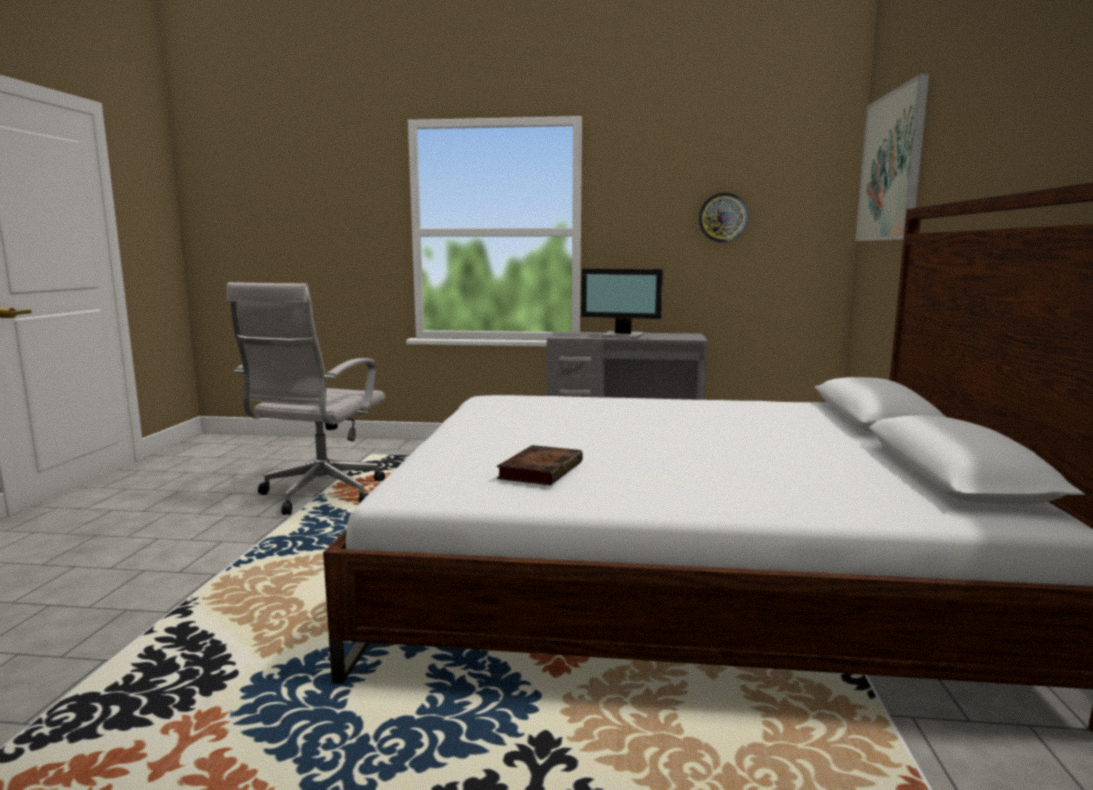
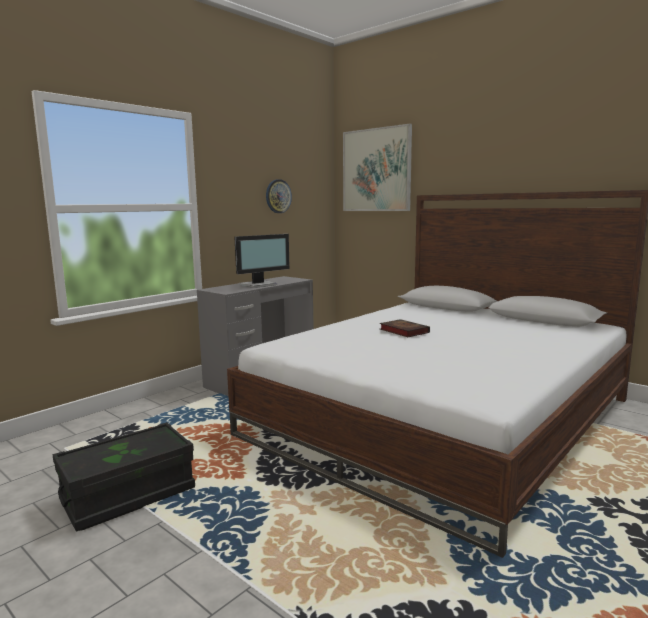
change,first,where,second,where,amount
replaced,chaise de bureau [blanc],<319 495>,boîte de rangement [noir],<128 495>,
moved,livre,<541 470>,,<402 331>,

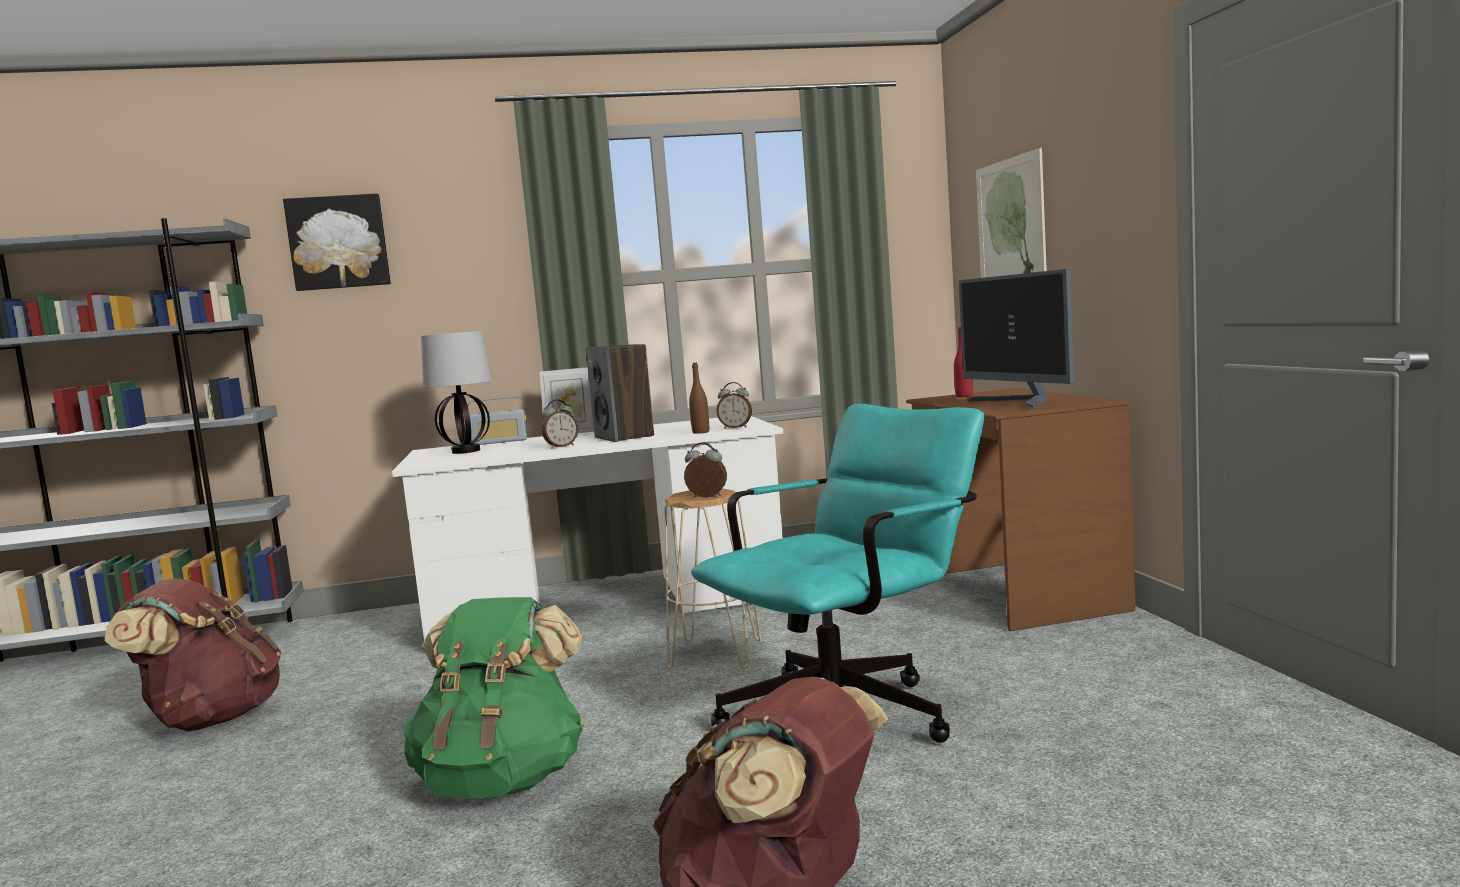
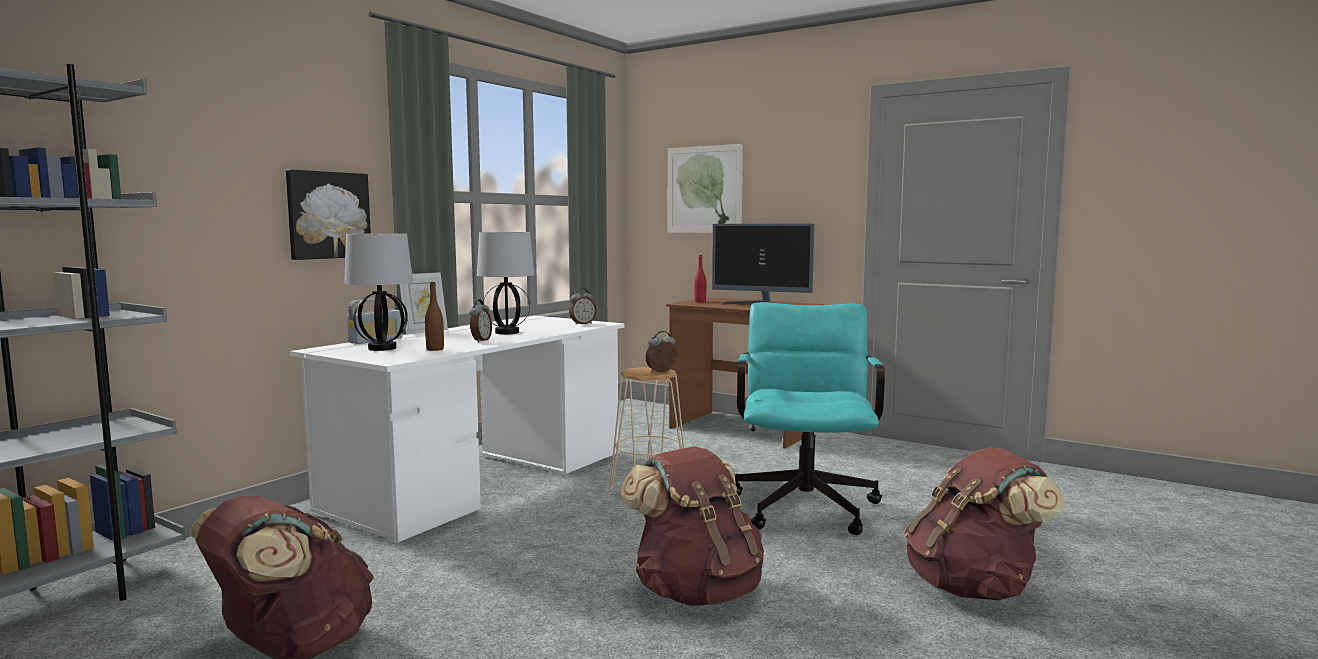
change,first,where,second,where,amount
moved,tableau,<338 242>,,<328 215>,
recoloured,sac à dos [vert],<503 779>,sac à dos [marron],<696 591>,
replaced,enceinte,<624 437>,lampe de table,<508 332>,
moved,bouteille [marron],<701 432>,,<435 349>,

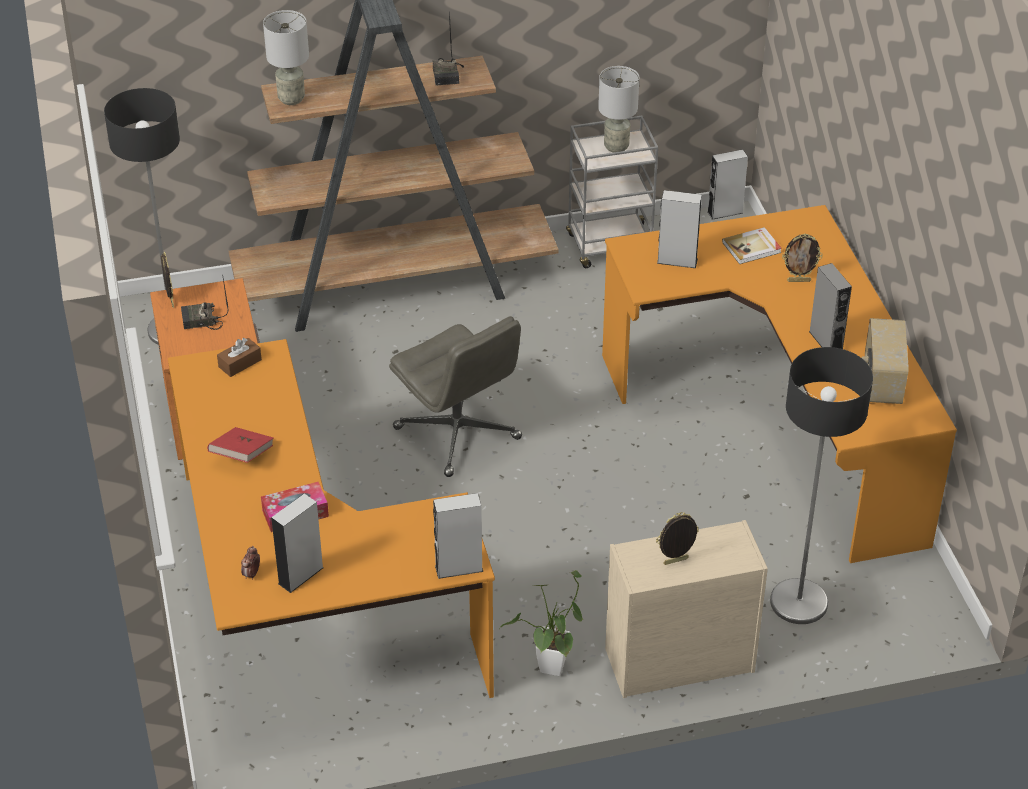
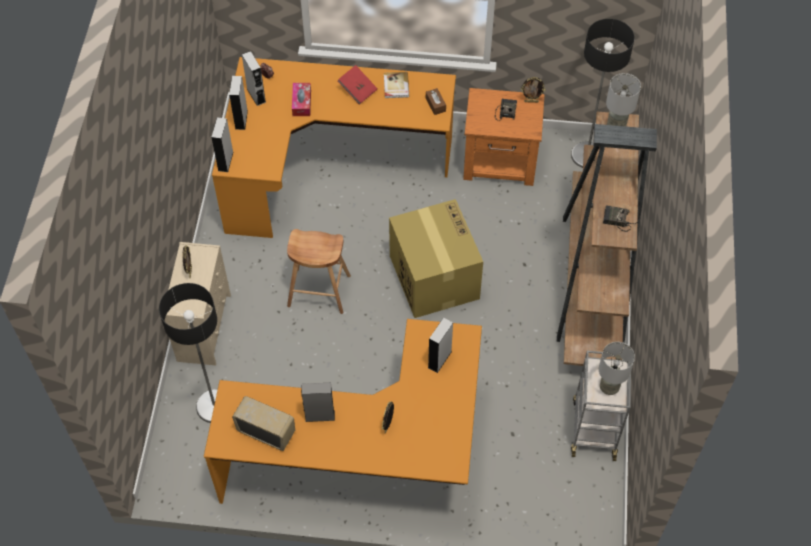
change,first,where,second,where,amount
replaced,chaise de bureau [gris],<458 434>,carton,<433 276>,
removed,plante en pot,<550 672>,,,
moved,enceinte [gris],<725 212>,,<241 119>,
moved,livre,<752 248>,,<395 86>,
added,,,tabouret [marron],<319 291>,

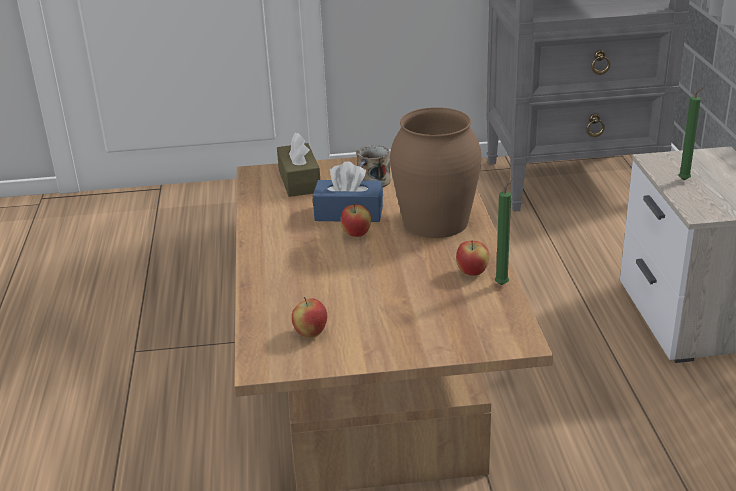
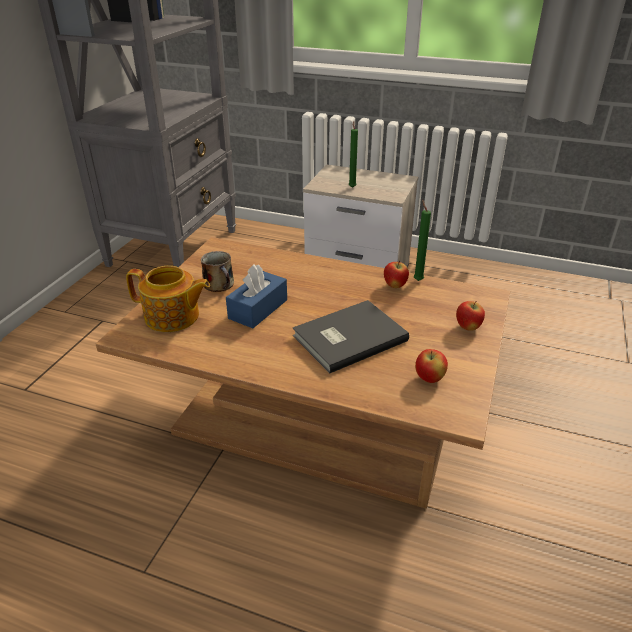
change,first,where,second,where,amount
replaced,boîte à mouchoirs [marron],<299 181>,théière,<173 317>,
moved,pomme,<356 234>,,<467 327>,
removed,vase [marron],<436 221>,,,
added,,,livre [gris],<347 337>,

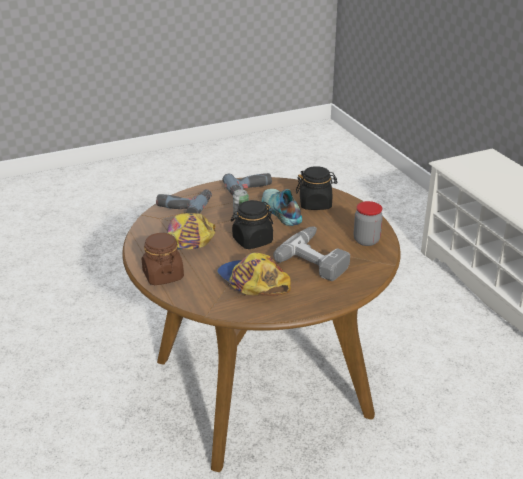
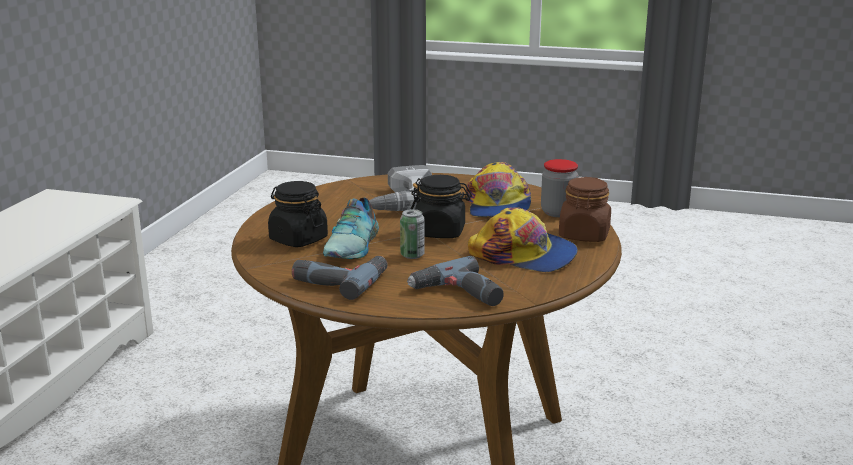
change,first,where,second,where,amount
moved,bocal,<366 240>,,<558 212>,

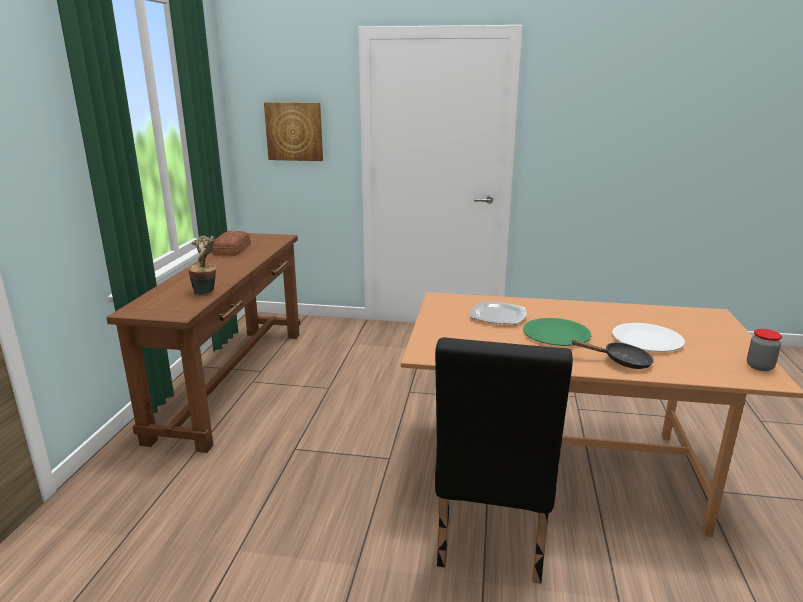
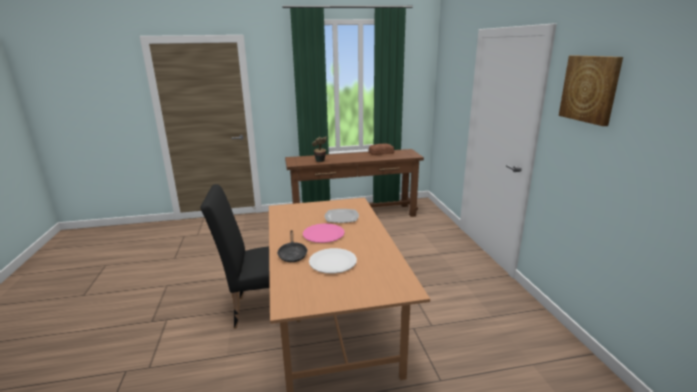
change,first,where,second,where,amount
moved,tableau,<294 131>,,<590 89>,
recoloured,assiette [vert],<556 334>,assiette [rose],<323 234>,
removed,bocal,<759 366>,,,

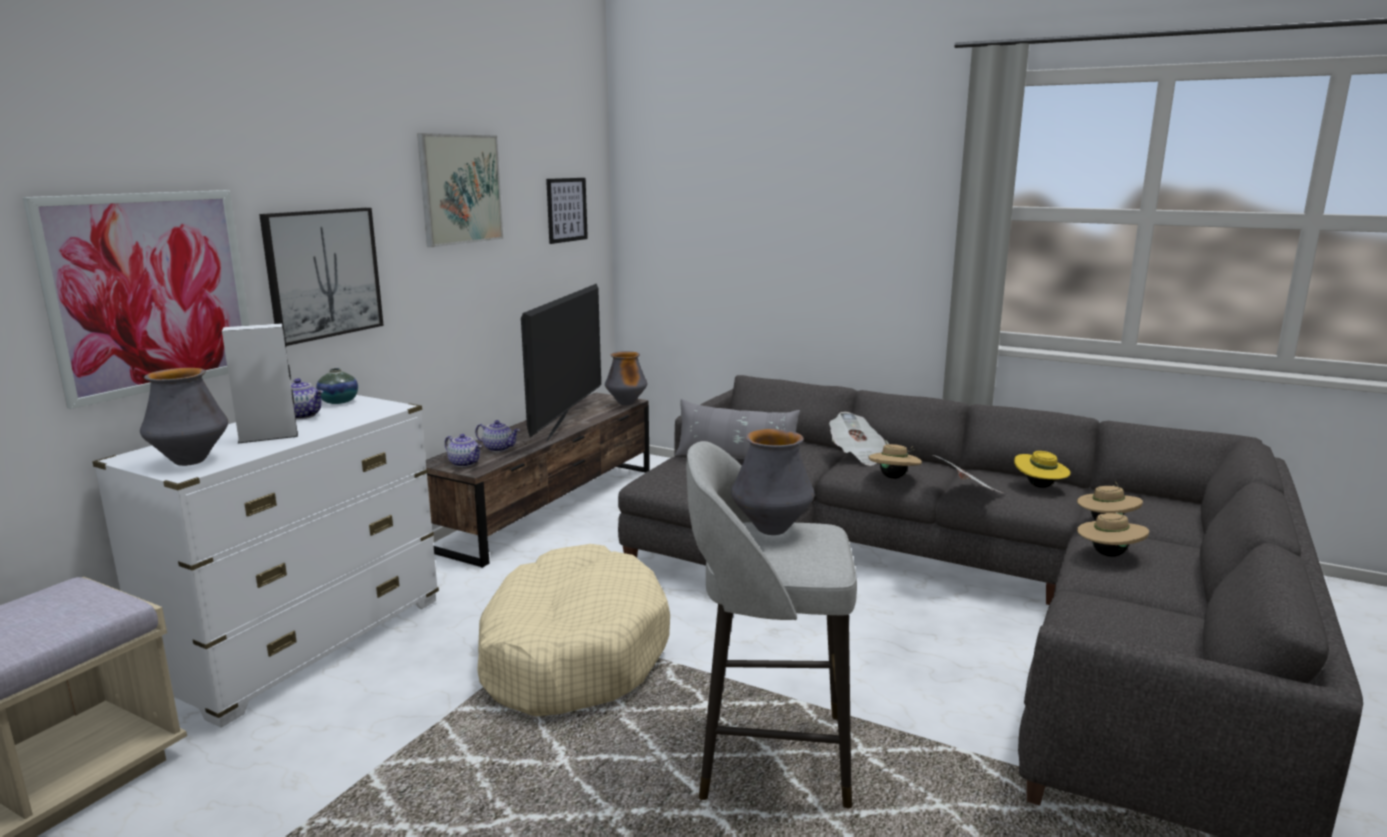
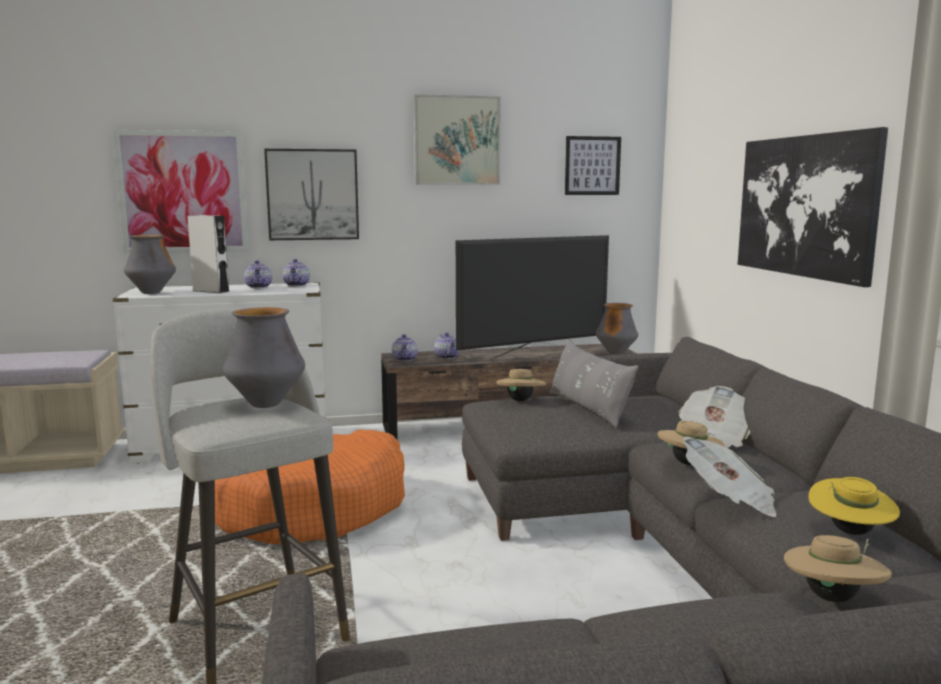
change,first,where,second,where,amount
replaced,vase,<339 402>,théière,<297 285>,
recoloured,panier pour chien [beige],<572 652>,panier pour chien [orange],<317 509>,
moved,chapeau [beige],<1108 554>,,<520 400>,
added,,,tableau,<805 206>,

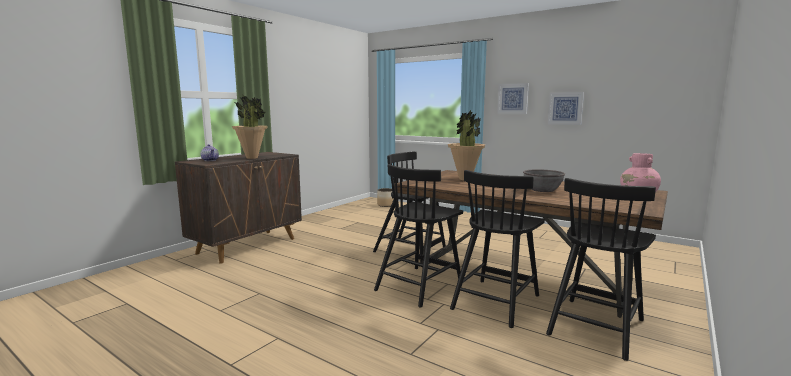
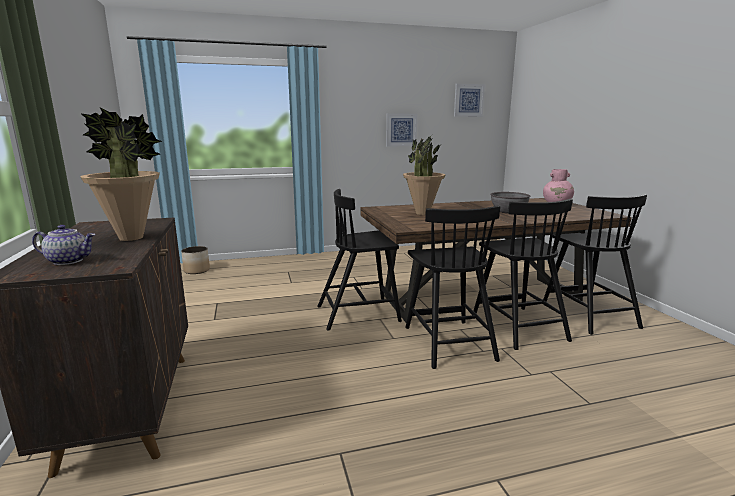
change,first,where,second,where,amount
moved,tableau,<513 98>,,<468 100>,

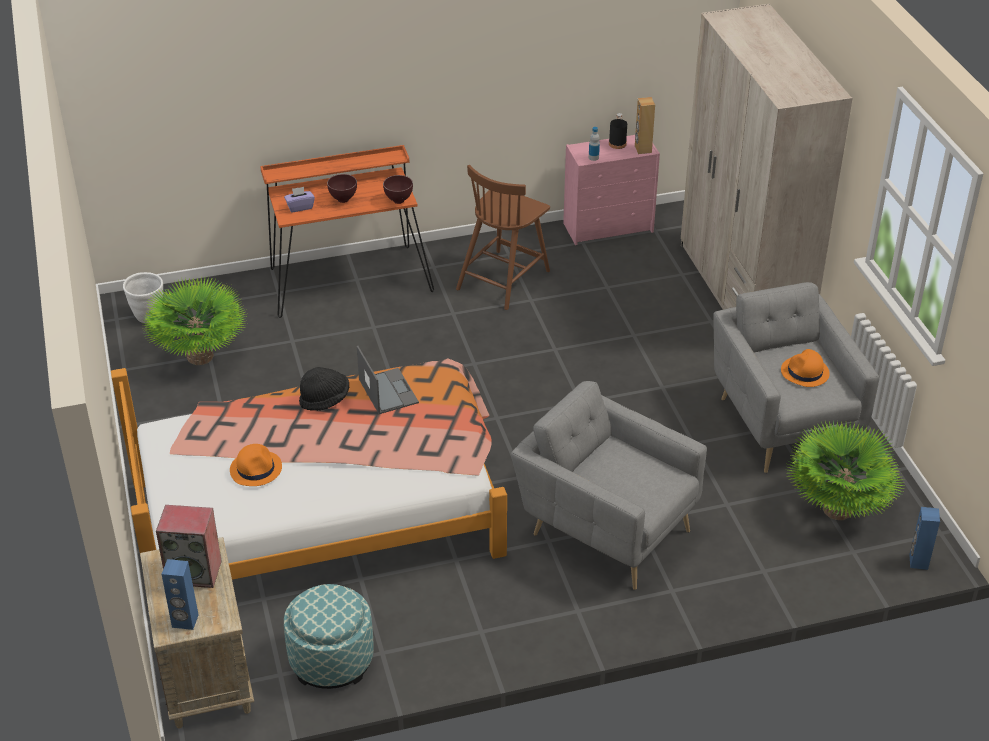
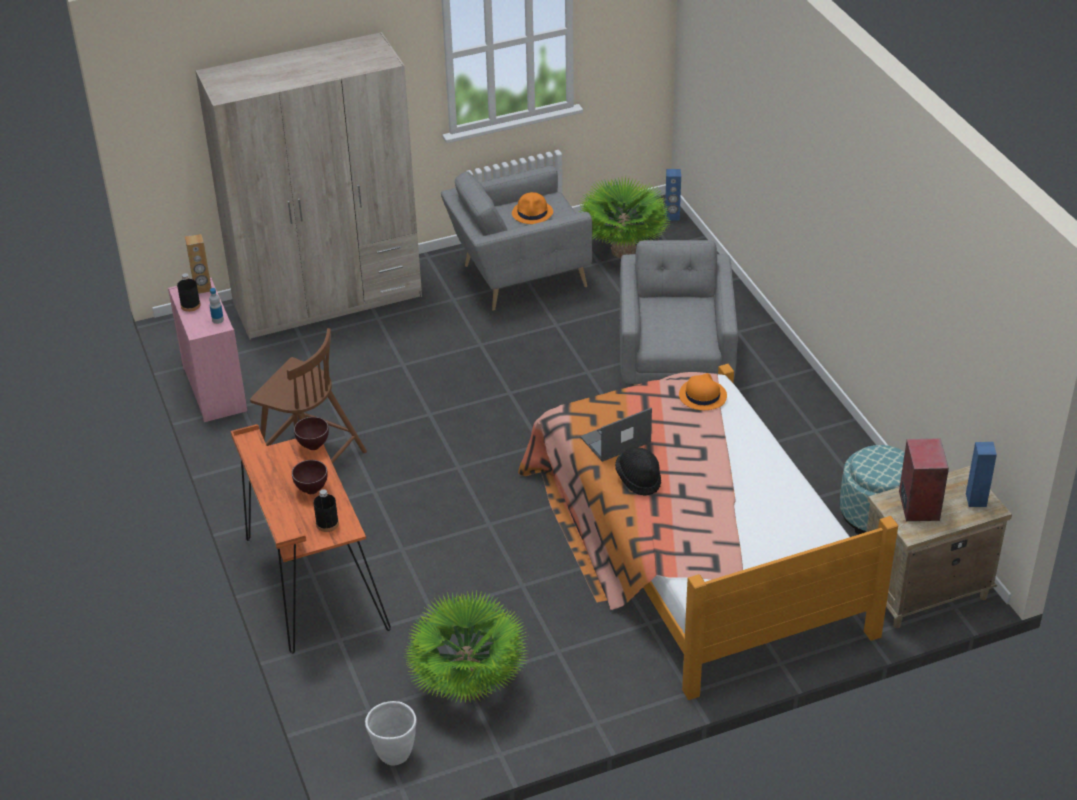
change,first,where,second,where,amount
moved,chapeau [orange],<256 468>,,<702 395>,
replaced,boîte à mouchoirs [violet],<300 207>,bouteille [noir],<327 523>,
turned,fauteuil [gris],<605 528>,,<675 369>,150 degrees clockwise

